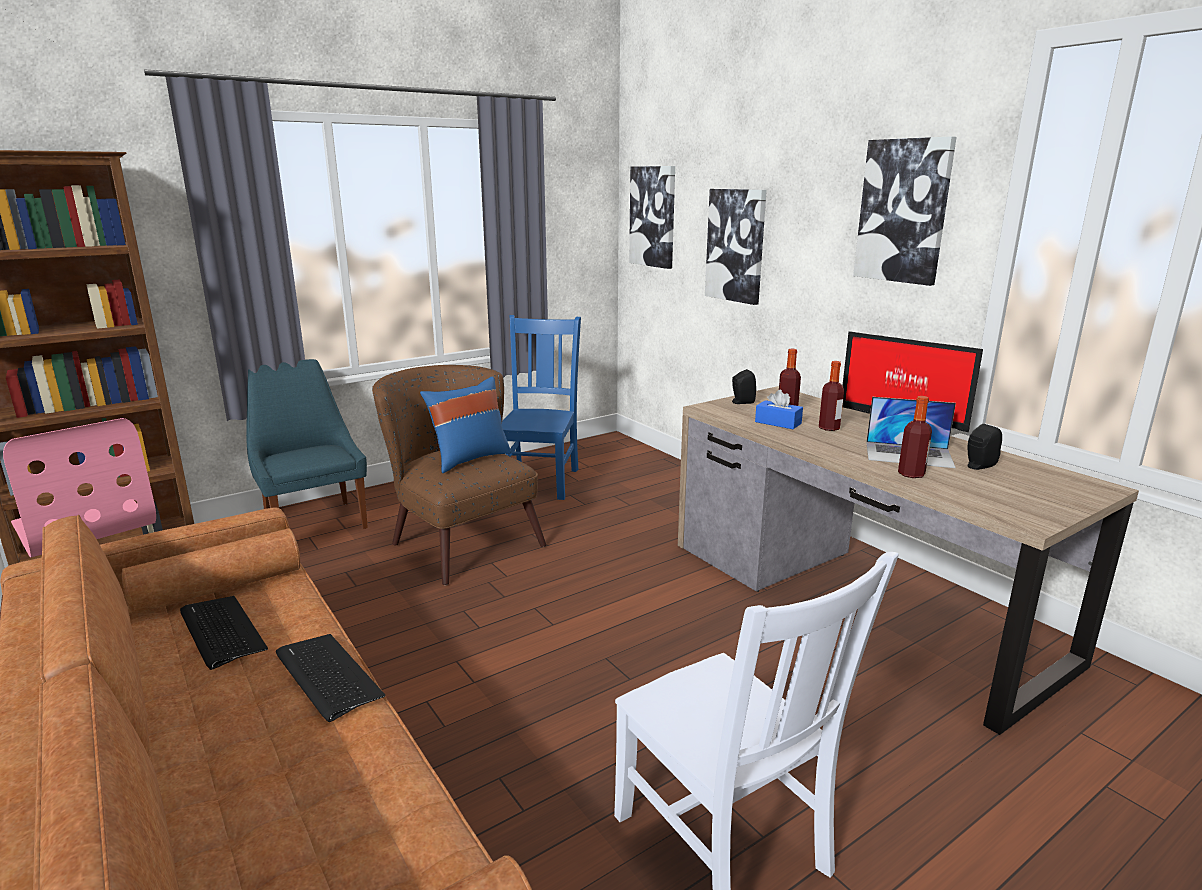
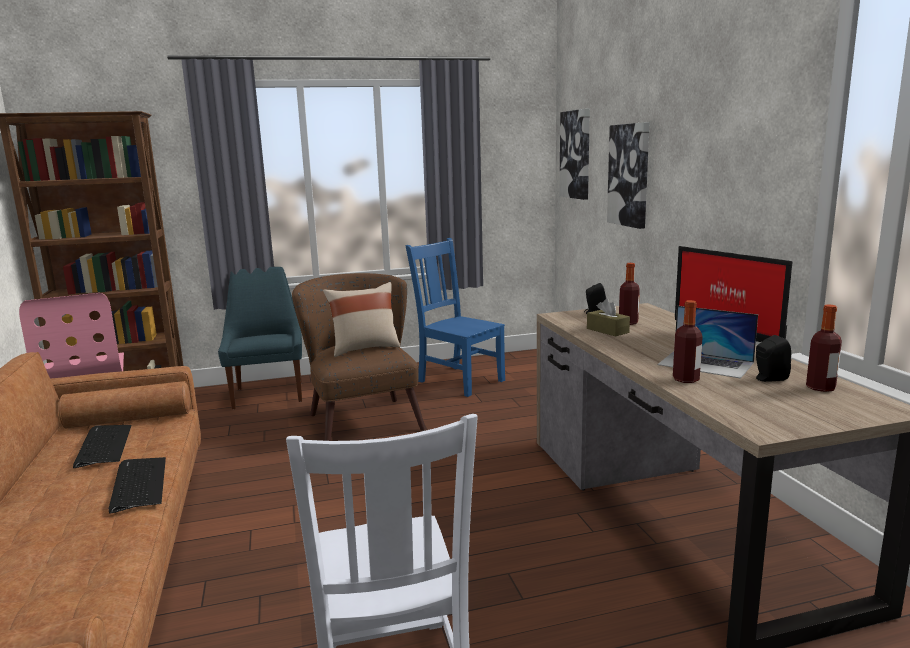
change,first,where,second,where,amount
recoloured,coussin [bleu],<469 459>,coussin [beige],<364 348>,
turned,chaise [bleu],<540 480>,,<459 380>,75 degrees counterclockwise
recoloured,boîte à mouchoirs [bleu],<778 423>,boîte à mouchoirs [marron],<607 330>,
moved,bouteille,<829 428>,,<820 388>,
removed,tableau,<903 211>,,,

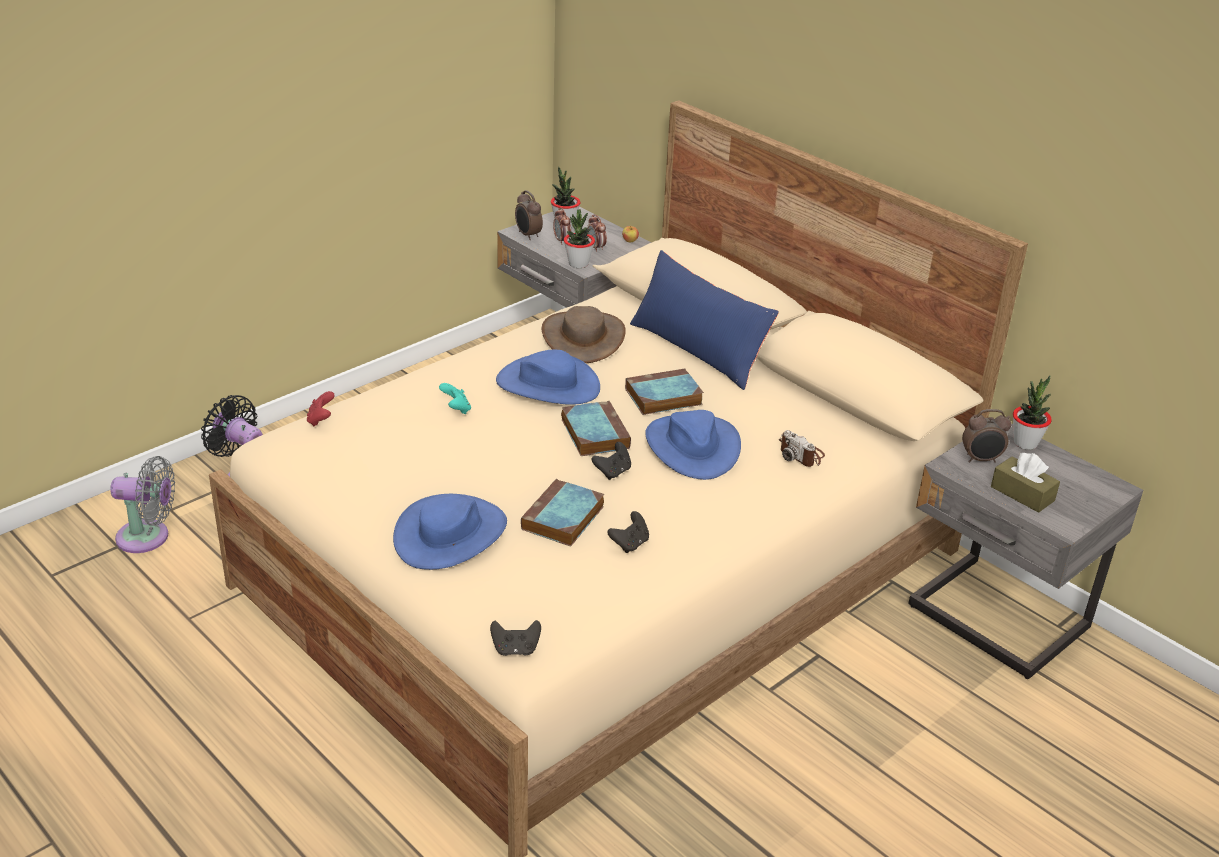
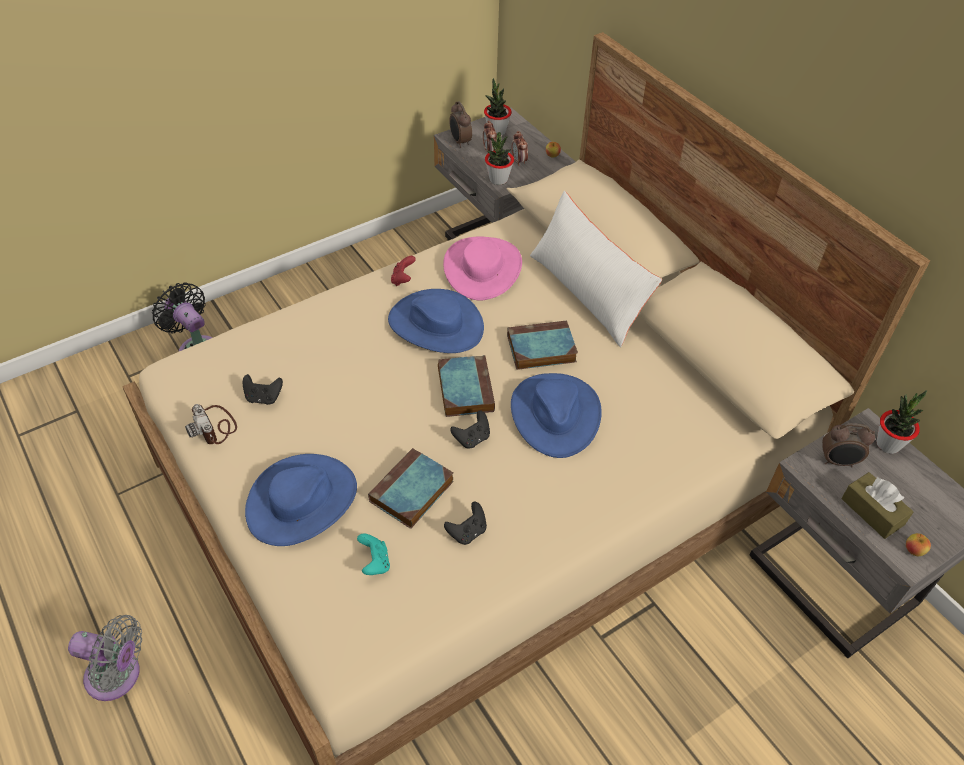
change,first,where,second,where,amount
moved,ventilateur [gris],<148 537>,,<118 676>,
moved,manette [rouge],<321 420>,,<403 279>,
moved,manette [turquoise],<456 409>,,<375 562>,
moved,manette [noir],<515 649>,,<263 397>,
recoloured,chapeau [marron],<583 337>,chapeau [rose],<483 268>,
recoloured,coussin [bleu],<698 350>,coussin [blanc],<587 292>,
moved,appareil photo,<801 454>,,<214 427>,
added,,,pomme,<913 550>,

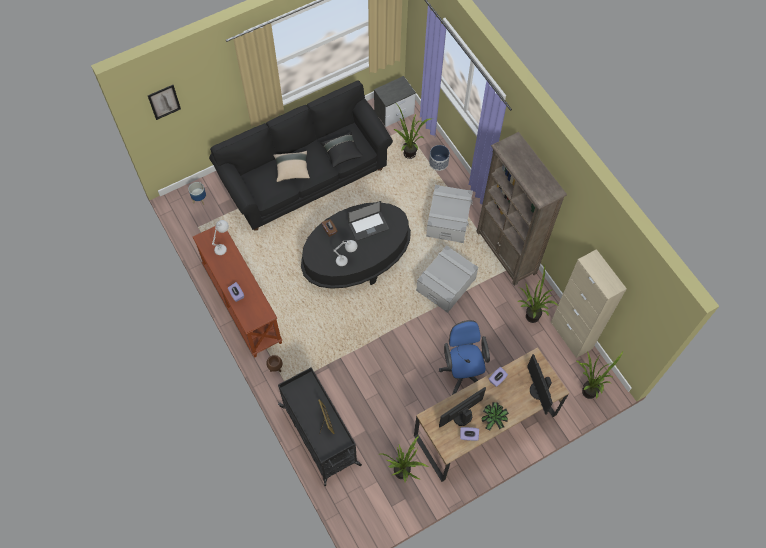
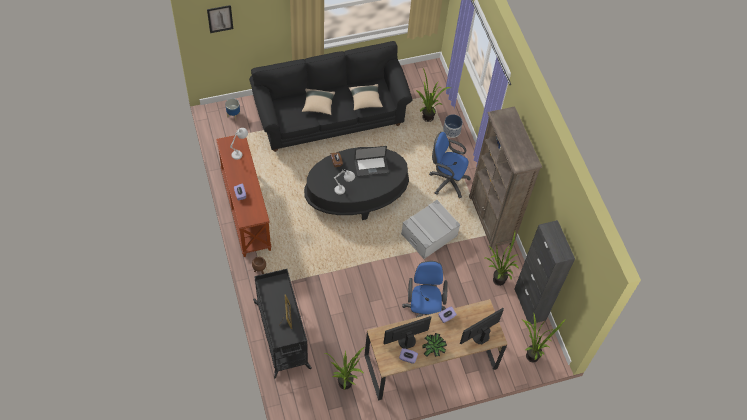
change,first,where,second,where,amount
recoloured,coussin [noir],<342 153>,coussin [beige],<365 101>,
removed,table de chevet,<394 112>,,,
replaced,boîte de rangement [gris],<448 220>,chaise de bureau [bleu],<446 181>,
turned,écran d'ordinateur,<538 391>,,<480 335>,60 degrees clockwise
recoloured,meuble de rangement [beige],<571 335>,meuble de rangement [noir],<530 304>,

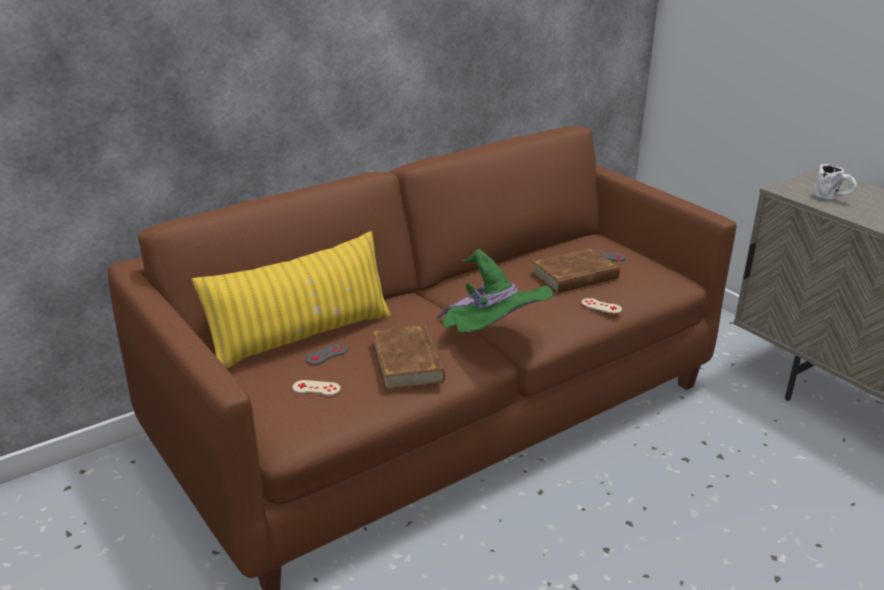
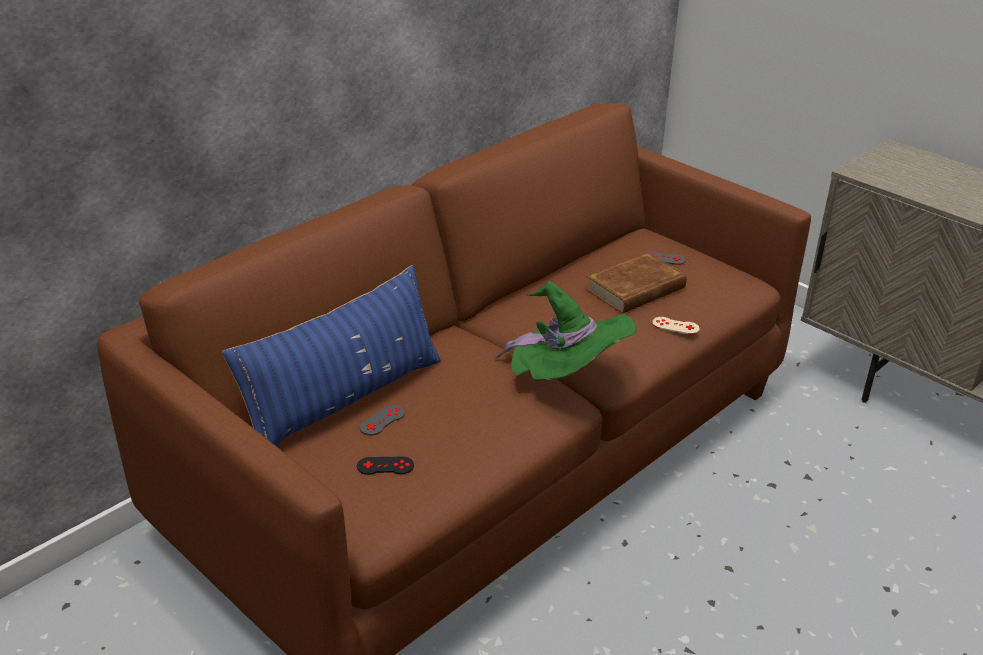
change,first,where,second,where,amount
recoloured,coussin [jaune],<301 336>,coussin [bleu],<344 399>,
recoloured,manette [beige],<316 388>,manette [noir],<385 466>,
removed,livre [marron],<407 362>,,,
removed,mug [blanc],<832 198>,,,

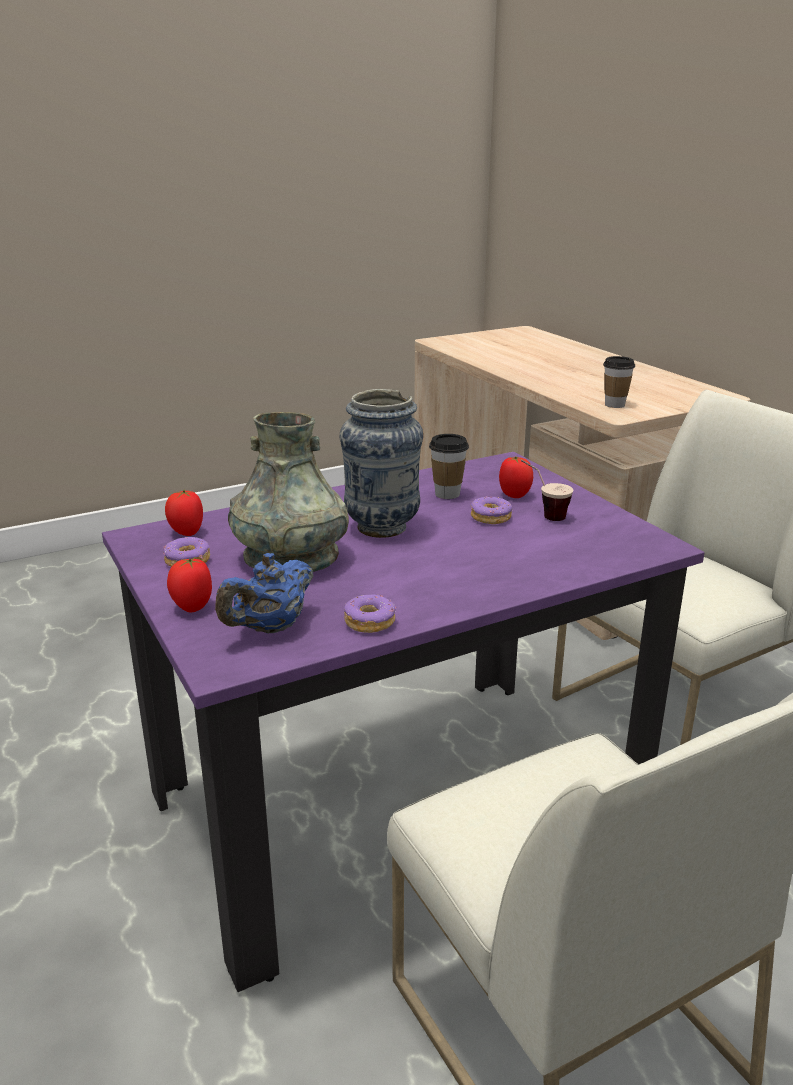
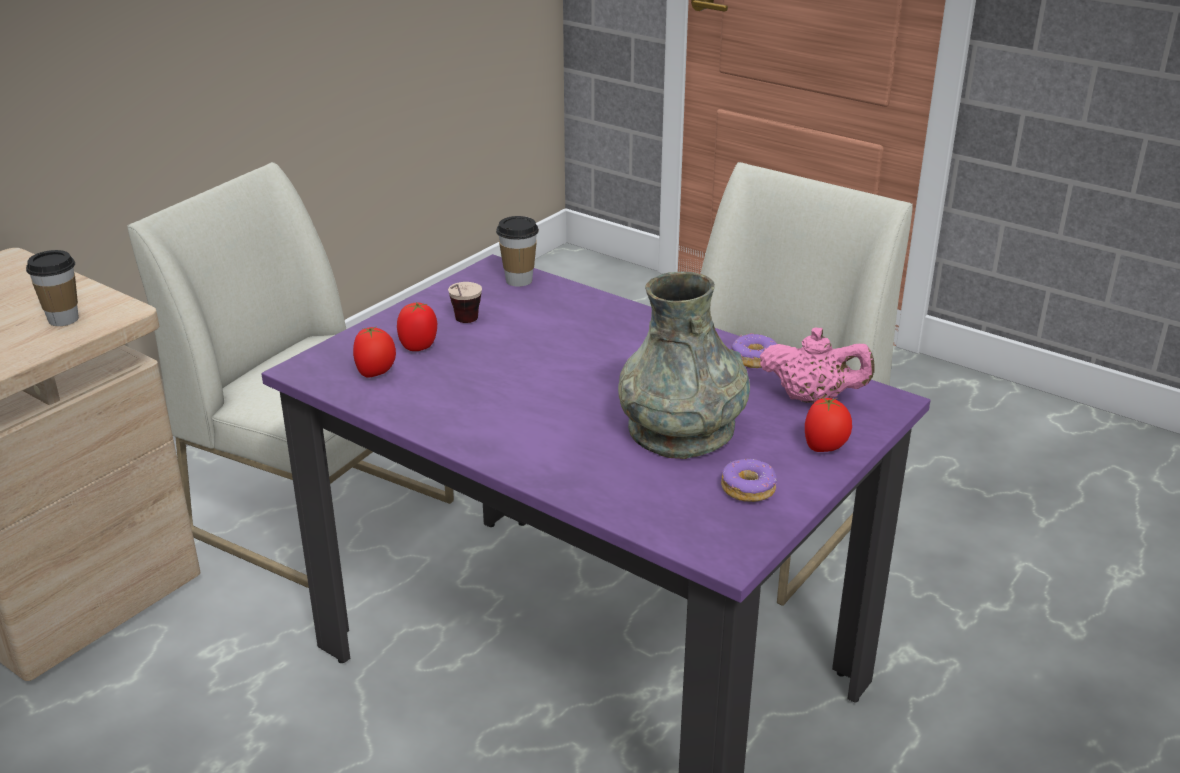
change,first,where,second,where,amount
moved,tomate,<186 533>,,<376 373>,
recoloured,théière [bleu],<270 628>,théière [rose],<812 398>,
removed,vase,<382 527>,,,
moved,tasse,<447 494>,,<519 280>,
removed,beignet,<491 517>,,,

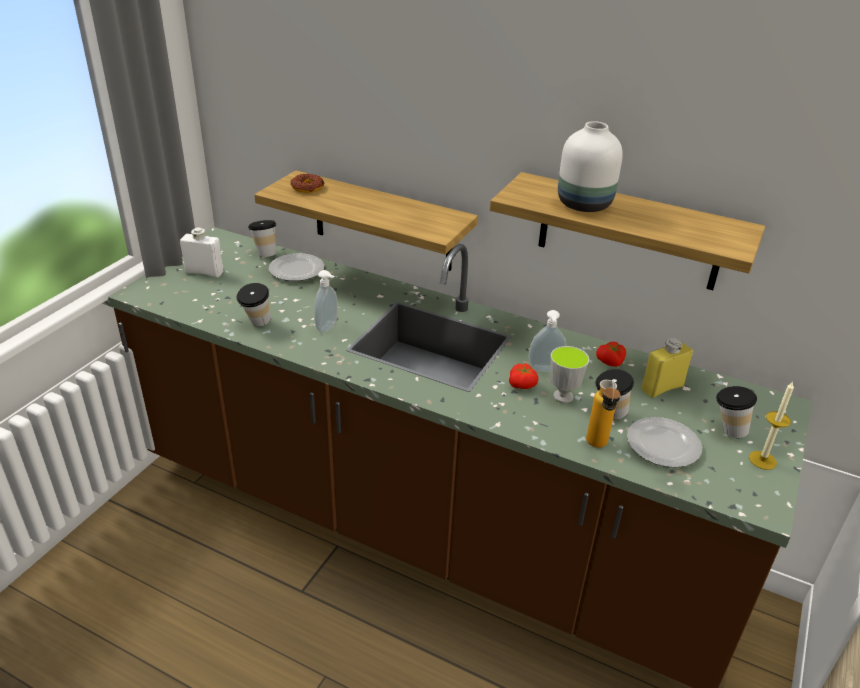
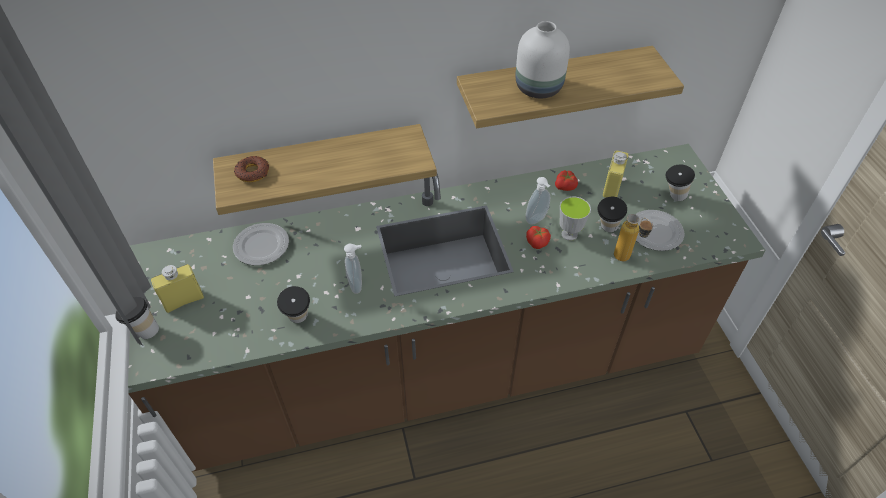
change,first,where,second,where,amount
recoloured,bouteille [blanc],<204 272>,bouteille [jaune],<183 300>,
moved,tasse,<265 253>,,<144 330>,
removed,bougie,<762 460>,,,

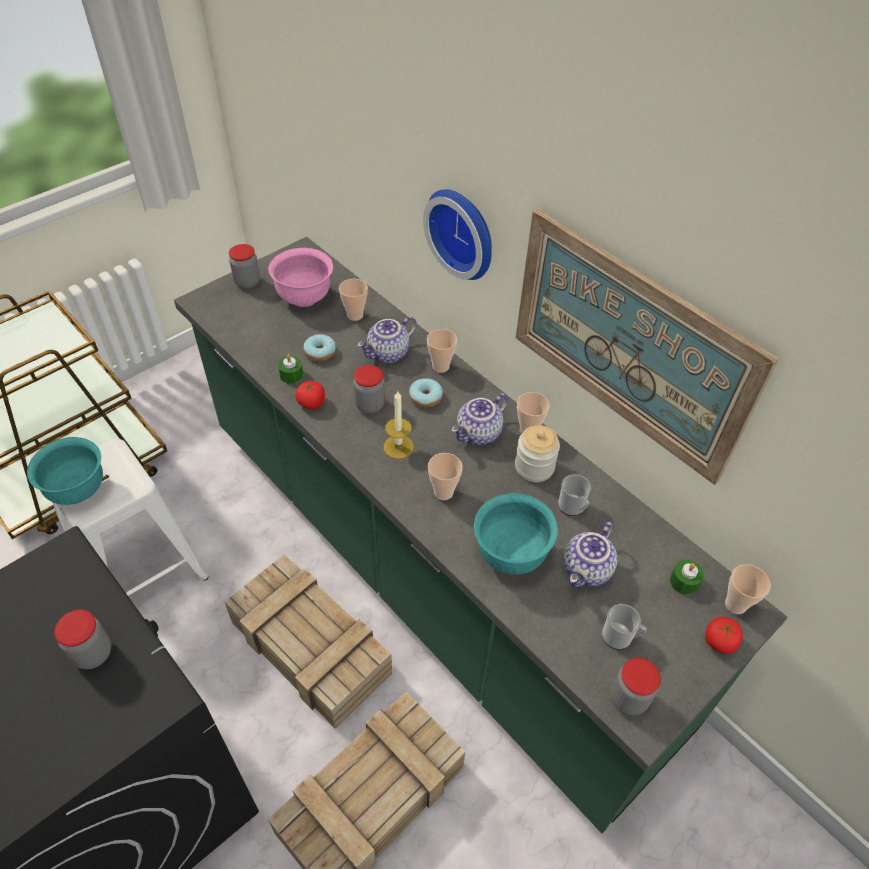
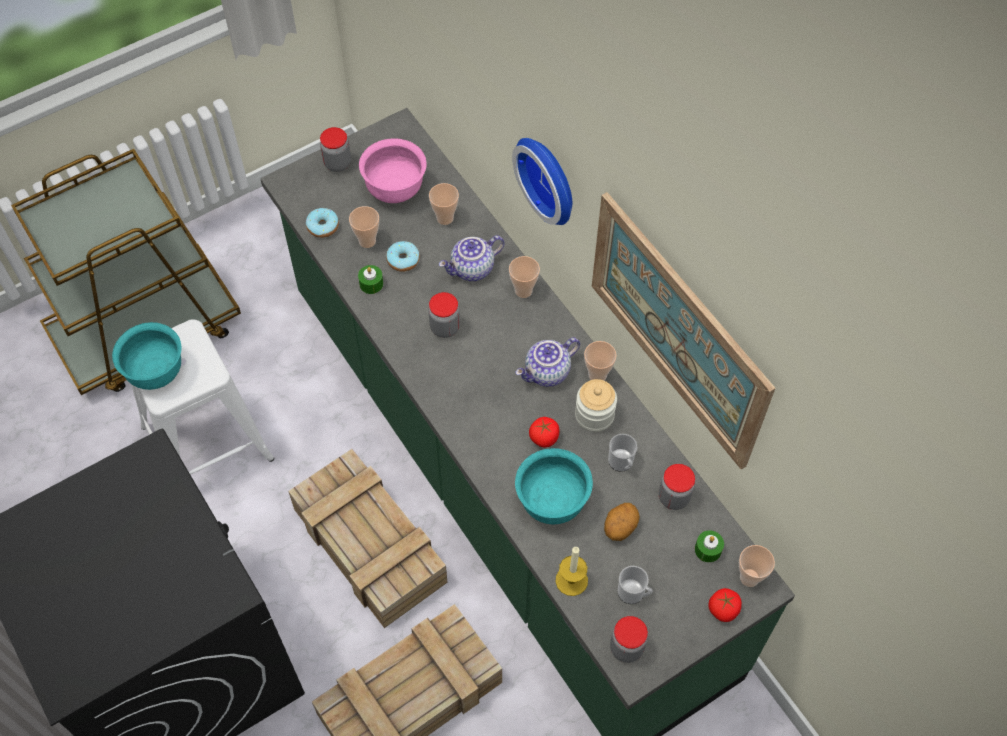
change,first,where,second,where,amount
moved,bocal,<93 653>,,<674 497>,
moved,tomate,<311 403>,,<544 437>,
moved,bougie,<398 447>,,<571 580>,
moved,beignet,<425 397>,,<323 226>,
moved,tasse,<443 492>,,<367 241>,
replaced,théière,<587 570>,pomme de terre,<620 527>,

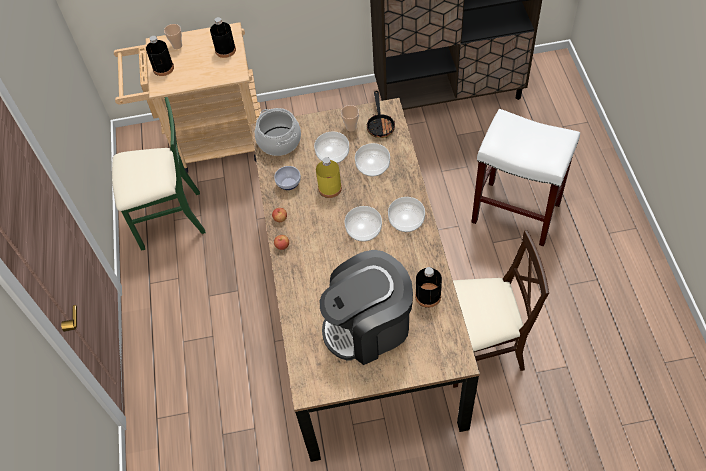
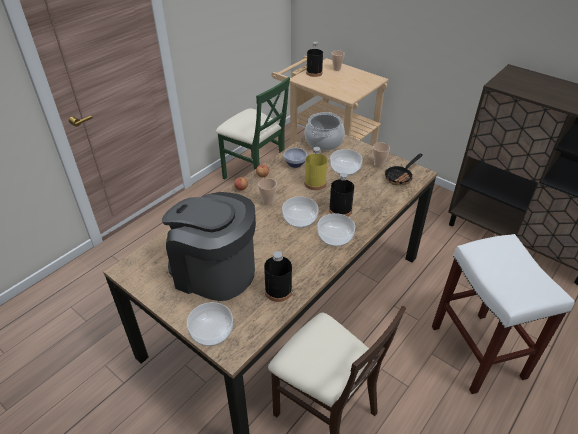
change,first,where,second,where,amount
moved,bouteille [noir],<225 50>,,<340 210>,
moved,bol,<372 166>,,<211 331>,
added,,,tasse,<268 202>,

